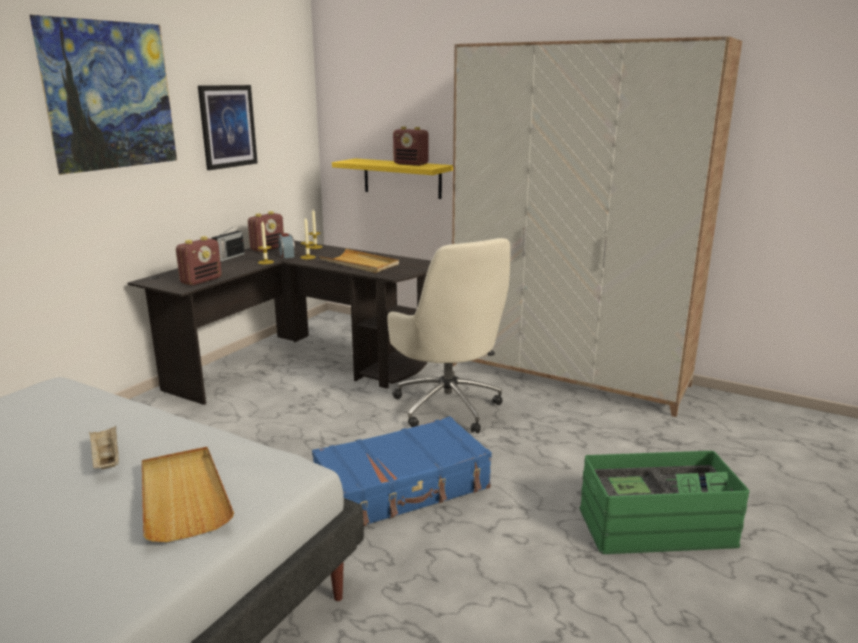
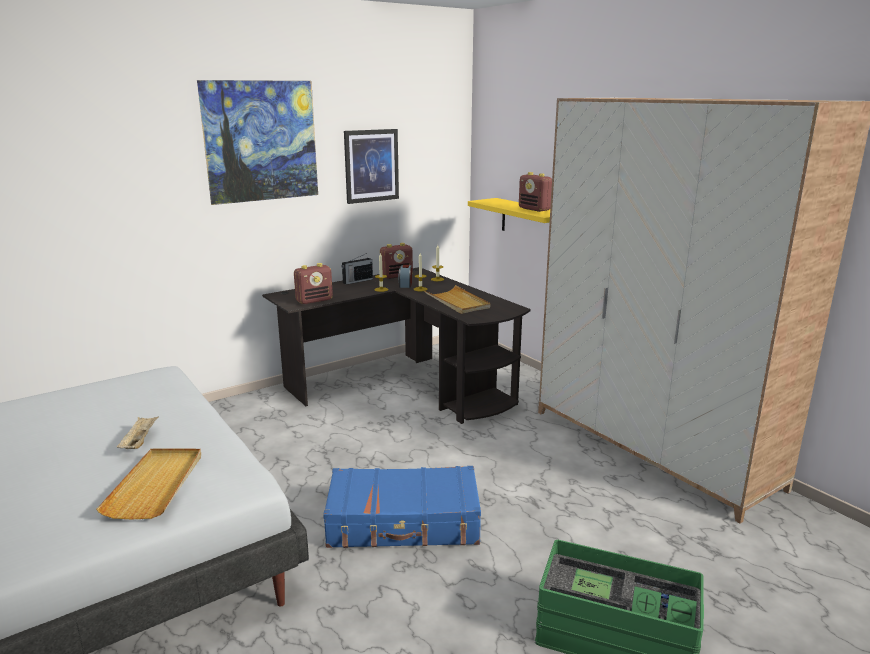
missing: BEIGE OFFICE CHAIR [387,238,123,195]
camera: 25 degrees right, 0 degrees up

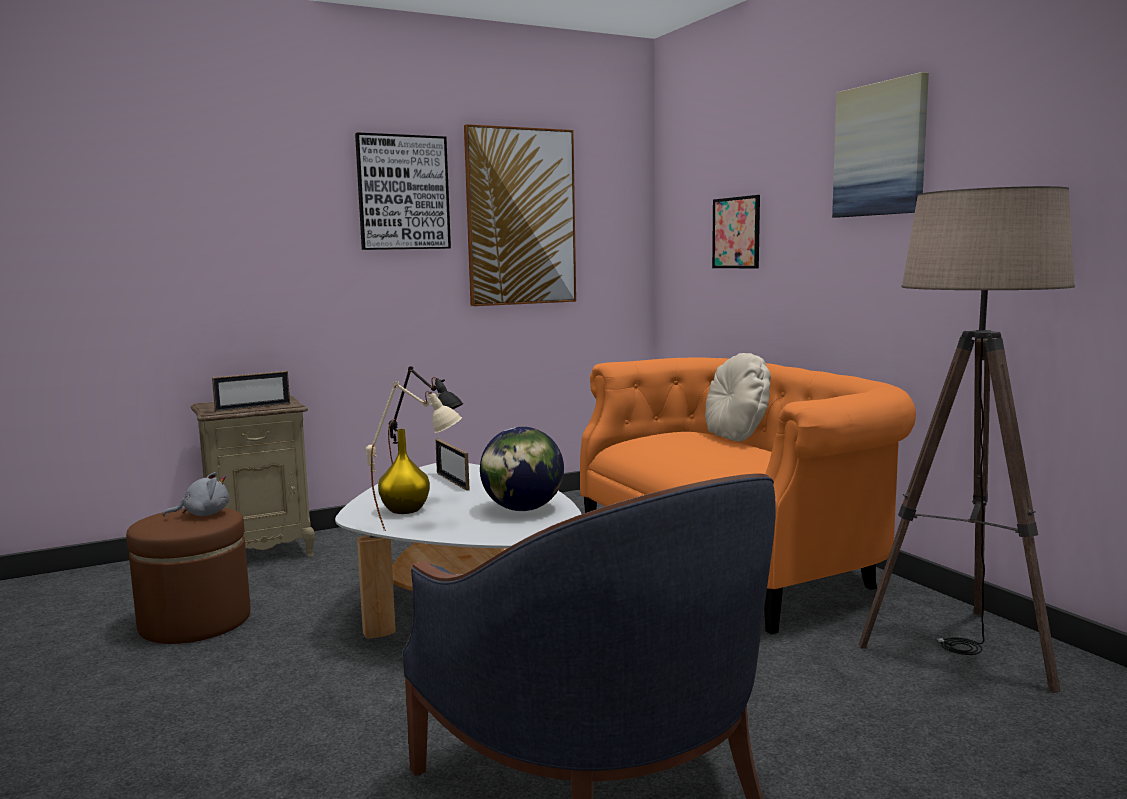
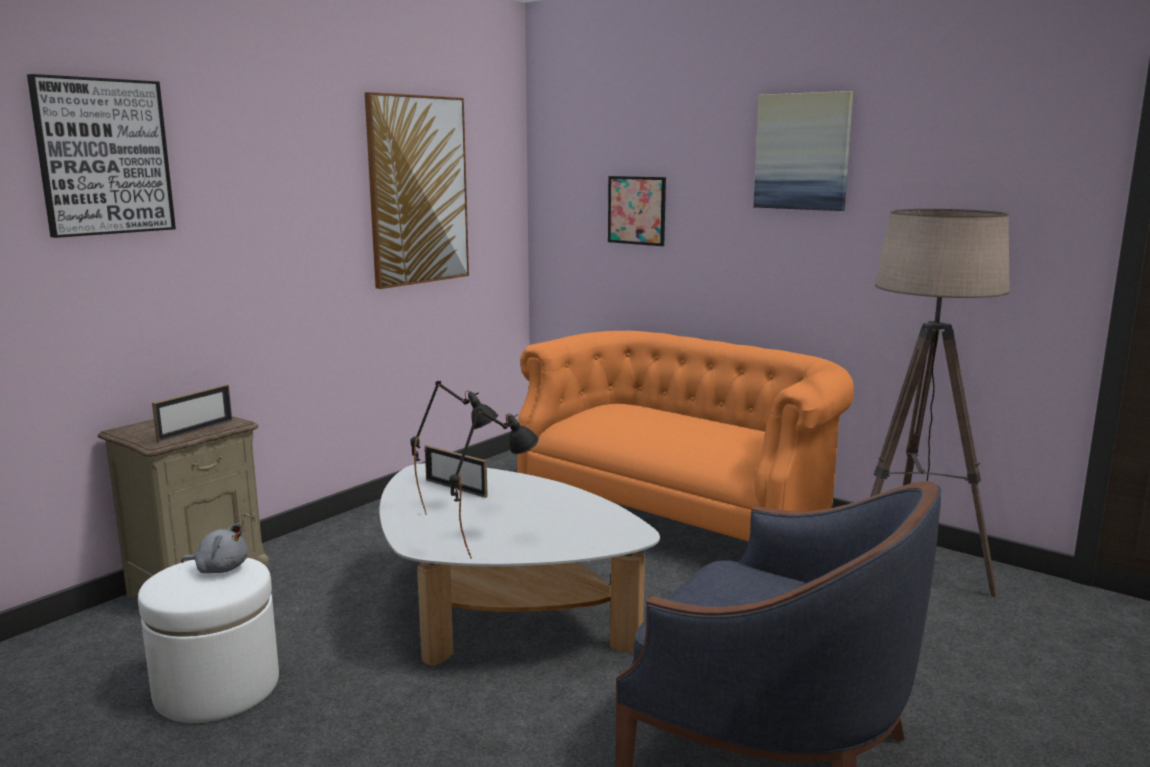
missing: YELLOW VASE [378,429,52,85]; GLOBE [480,427,84,84]; BEIGE PILLOW [705,353,66,89]
relocated: PICTURE [355,132,96,118] to [27,74,149,164]
colour: BROWN OTTOMAN [126,508,125,136] to WHITE OTTOMAN [138,558,141,165]; BEIGE TABLE LAMP [366,381,96,150] to BLACK TABLE LAMP [449,407,90,152]
spun: GREY PLUSH TOY [163,472,66,45] = [181,523,67,50] 60 degrees clockwise
camera: 25 degrees left, 5 degrees up

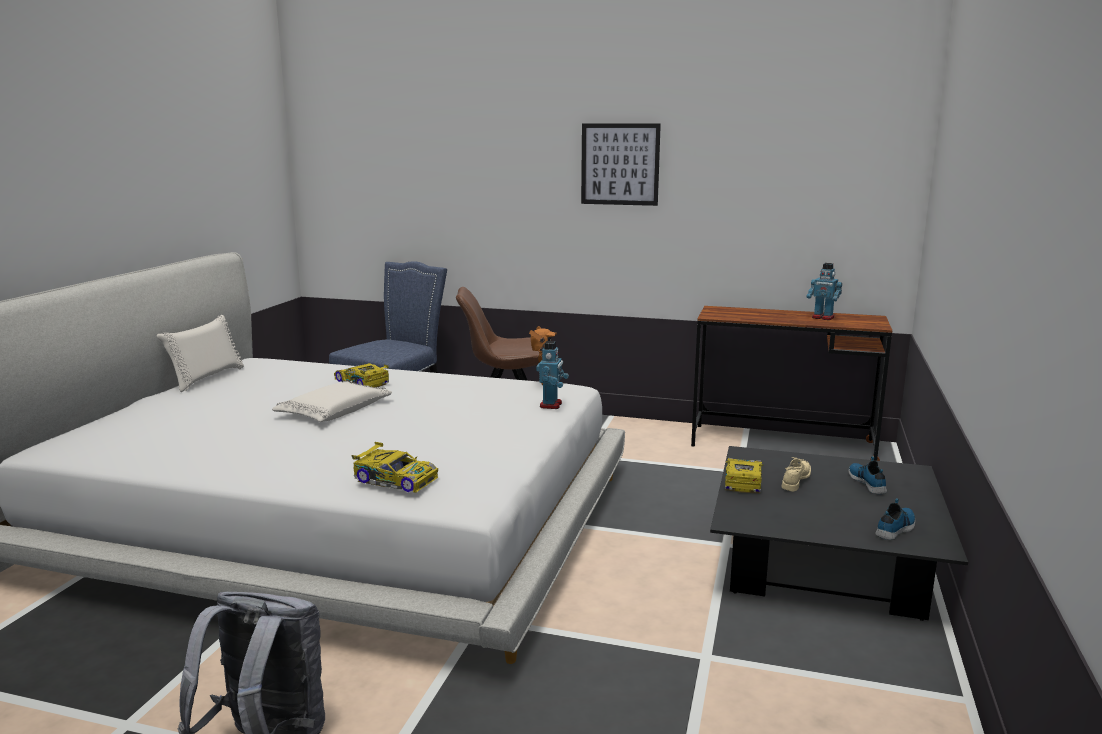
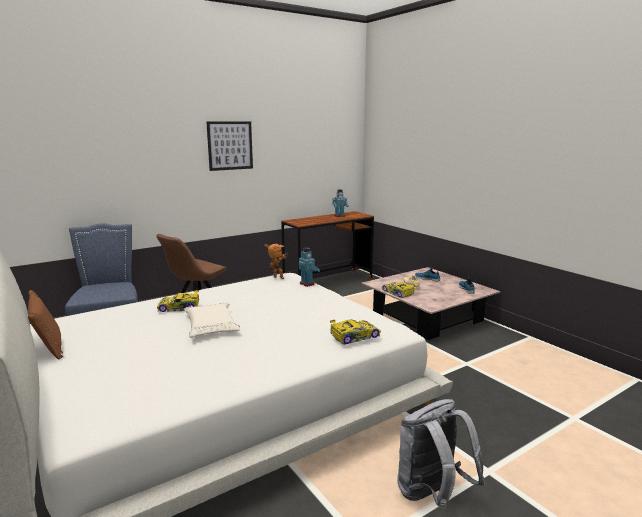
colour: WHITE PILLOW [157,315,87,77] to BROWN PILLOW [28,290,35,70]; BLACK COFFEE TABLE [710,446,258,175] to PINK COFFEE TABLE [362,267,138,73]
camera: 50 degrees left, 0 degrees up

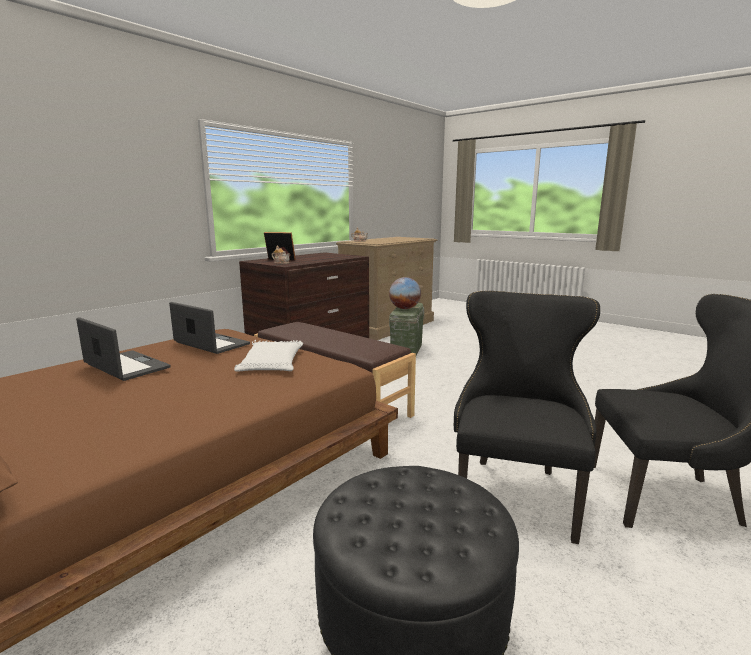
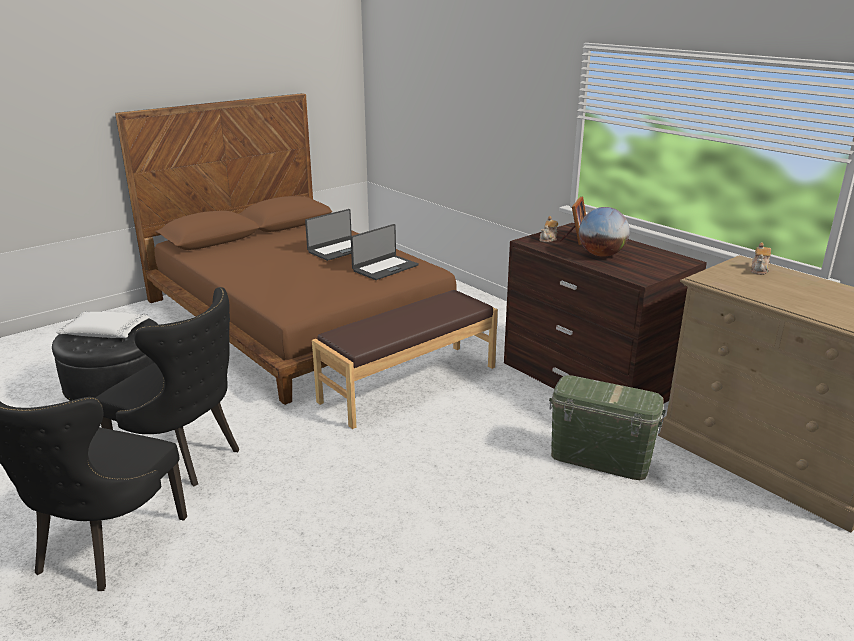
relocated: WHITE PILLOW [234,340,69,31] to [56,311,94,27]; GLOBE [389,277,32,32] to [579,207,51,50]
camera: 100 degrees right, 10 degrees up

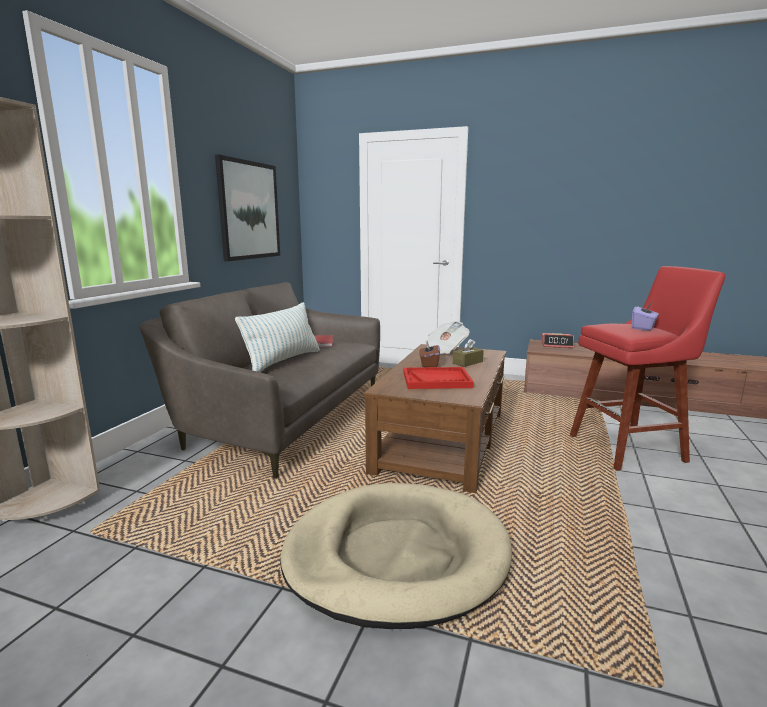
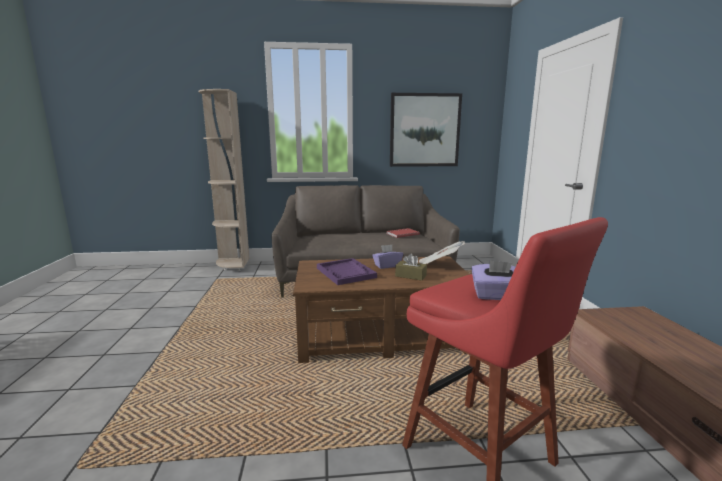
missing: PILLOW [235,302,85,70]; BEIGE DOG BED [280,483,232,146]; ALARM CLOCK [541,333,33,15]
colour: RED TRAY [404,367,70,22] to PURPLE TRAY [317,258,60,27]; BROWN TISSUE BOX [419,341,21,26] to PURPLE TISSUE BOX [372,245,31,24]
camera: 65 degrees right, 0 degrees up

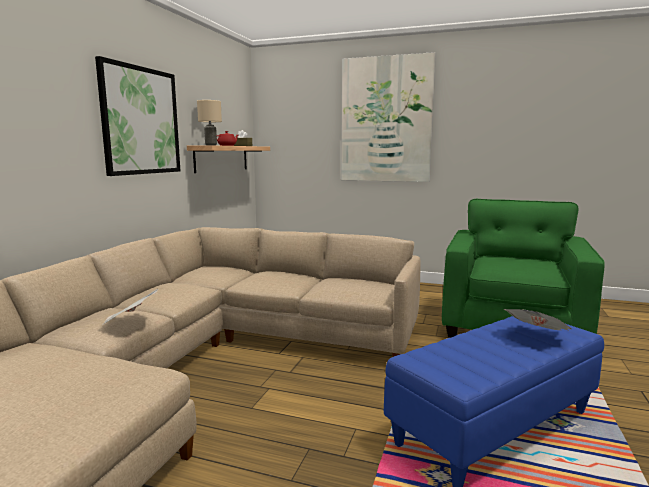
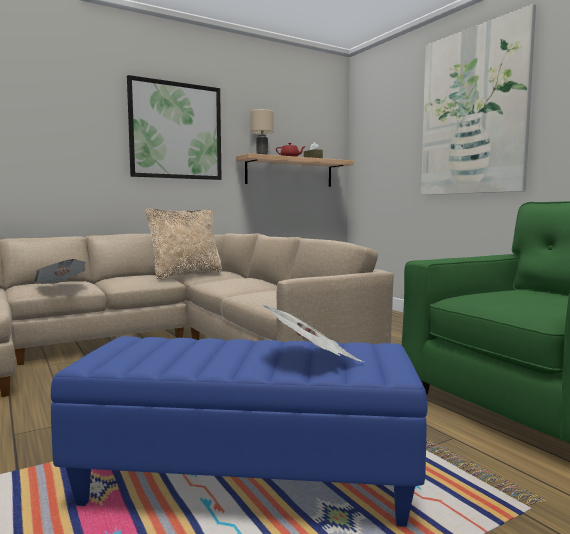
appeared: BEIGE PILLOW [145,208,77,72]
camera: 40 degrees right, 5 degrees down

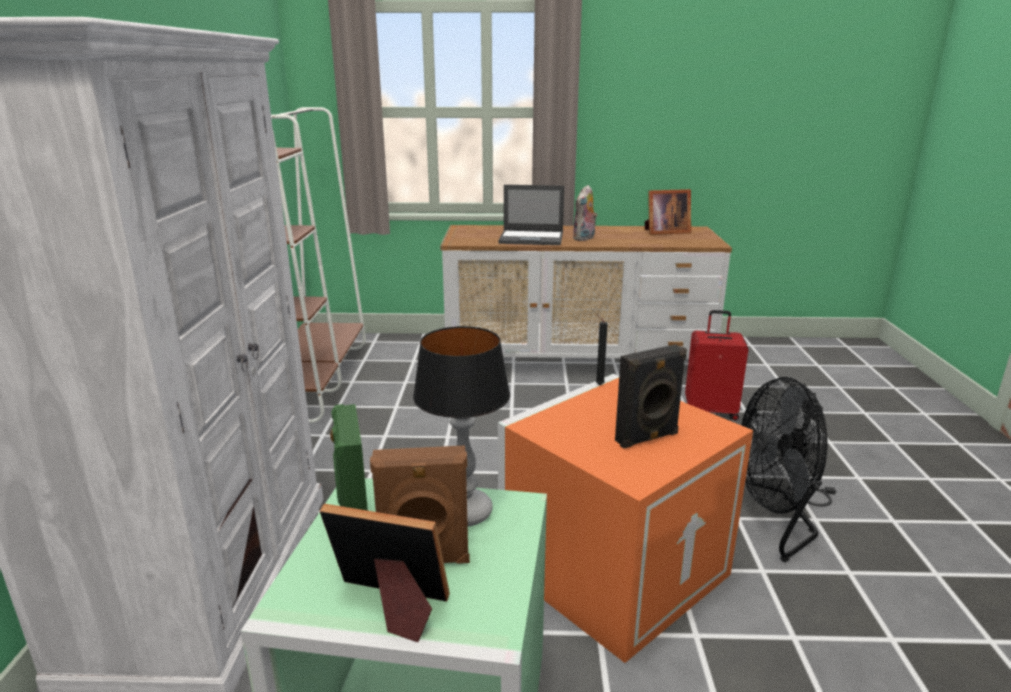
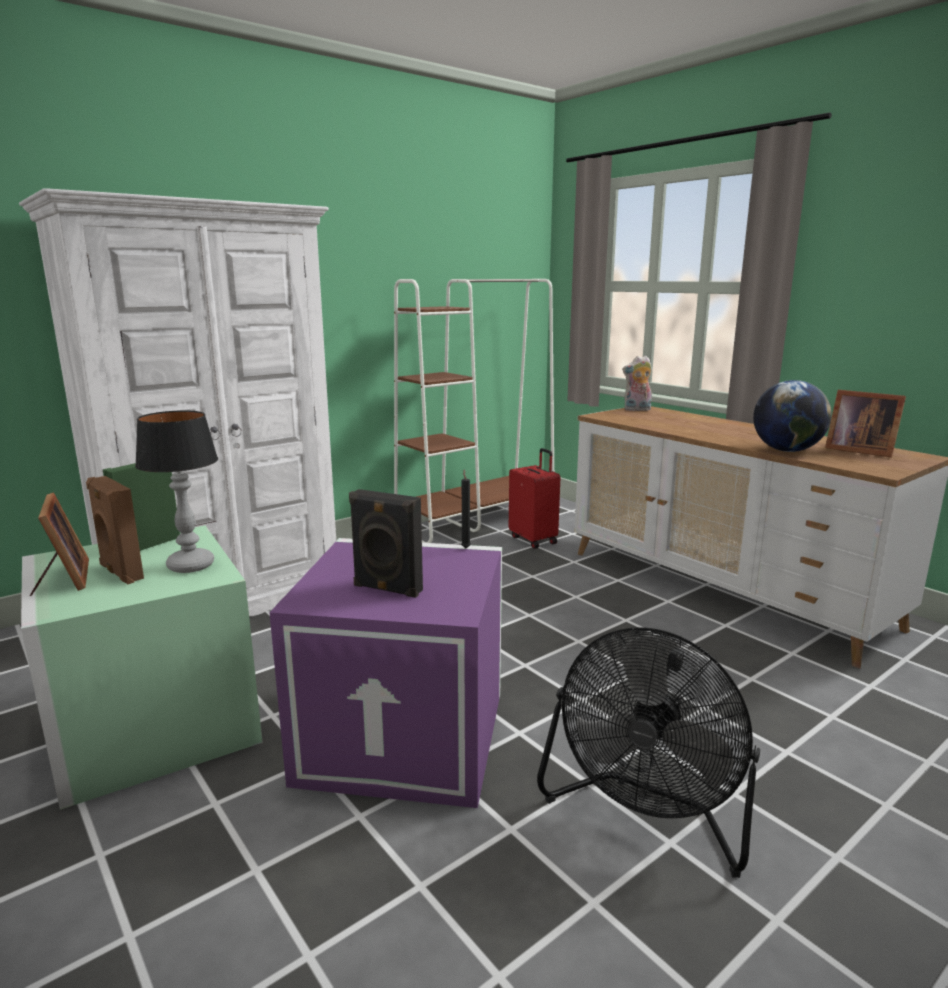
missing: LAPTOP [498,185,66,60]
appeared: GLOBE [753,380,79,72]
relocated: PLUSH TOY [573,185,25,56] to [622,355,30,56]; RED SUITCASE [685,310,63,110] to [509,448,51,101]
colour: ORANGE STORAGE BOX [498,374,255,289] to PURPLE STORAGE BOX [269,538,233,270]
spun: BLACK FAN [742,377,95,186] = [537,627,223,251] 105 degrees counterclockwise
camera: 50 degrees right, 5 degrees down

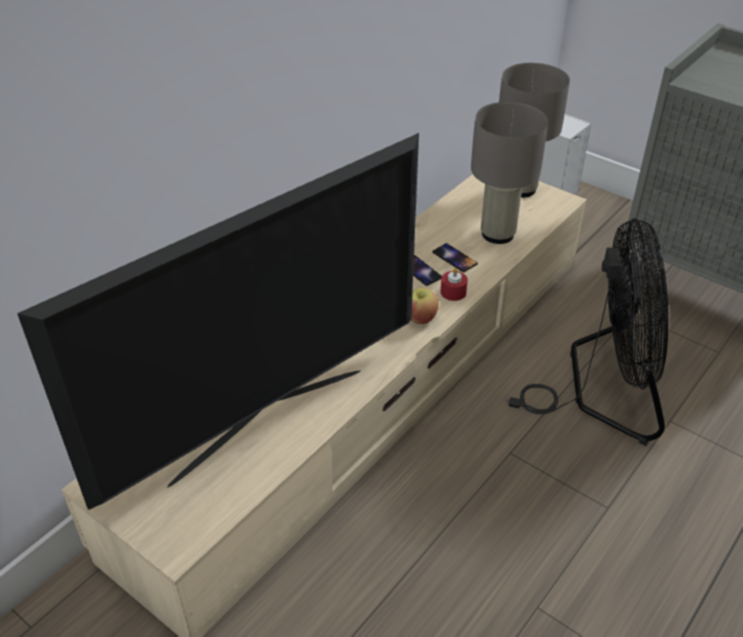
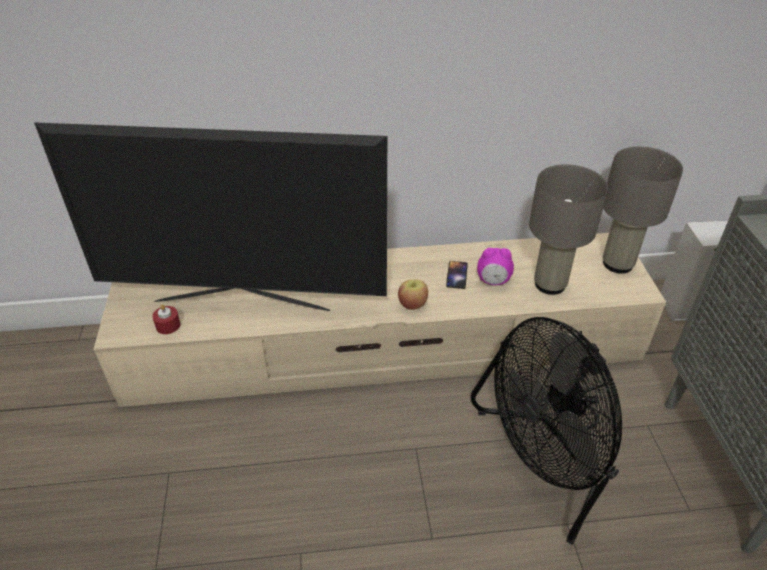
relocated: RED CANDLE [441,268,27,33] to [152,304,29,30]
exchanged: PHONE [432,243,46,29] to ALARM CLOCK [477,248,37,37]
spun: BLACK FAN [505,218,163,228] = [471,317,151,228] 105 degrees clockwise
camera: 45 degrees right, 0 degrees up

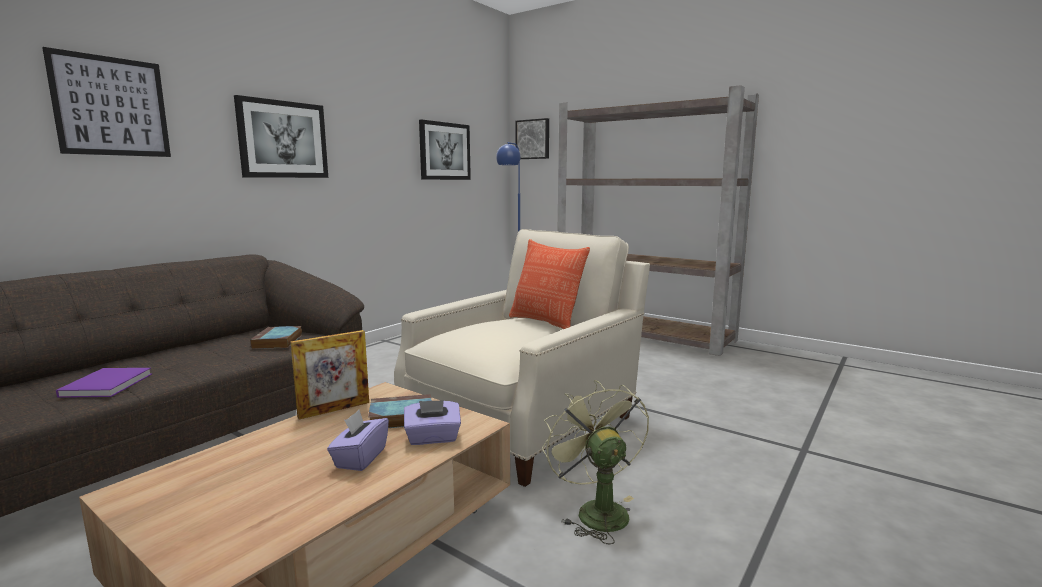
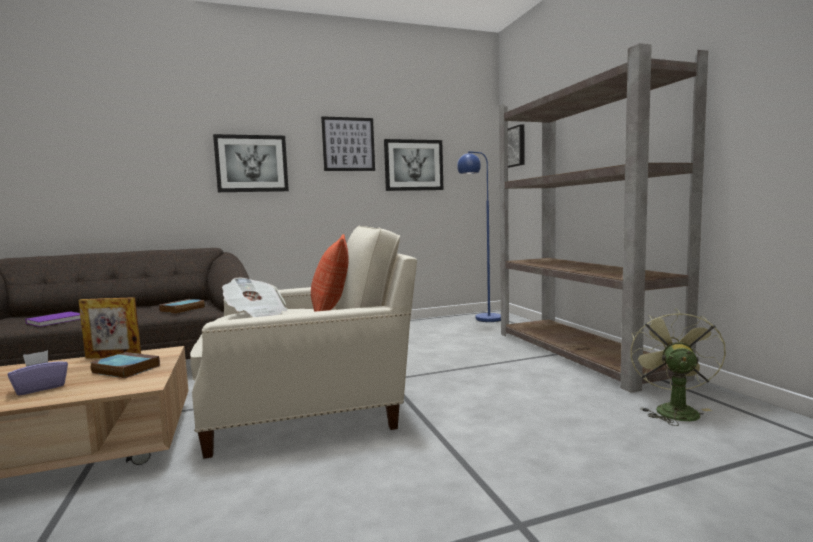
missing: PURPLE TISSUE BOX [404,400,57,45]
appeared: NEWSPAPER [222,278,66,39]
relocated: PICTURE [42,47,129,110] to [321,116,54,55]; GREEN FAN [542,380,107,164] to [630,308,96,118]
camera: 35 degrees right, 5 degrees down

